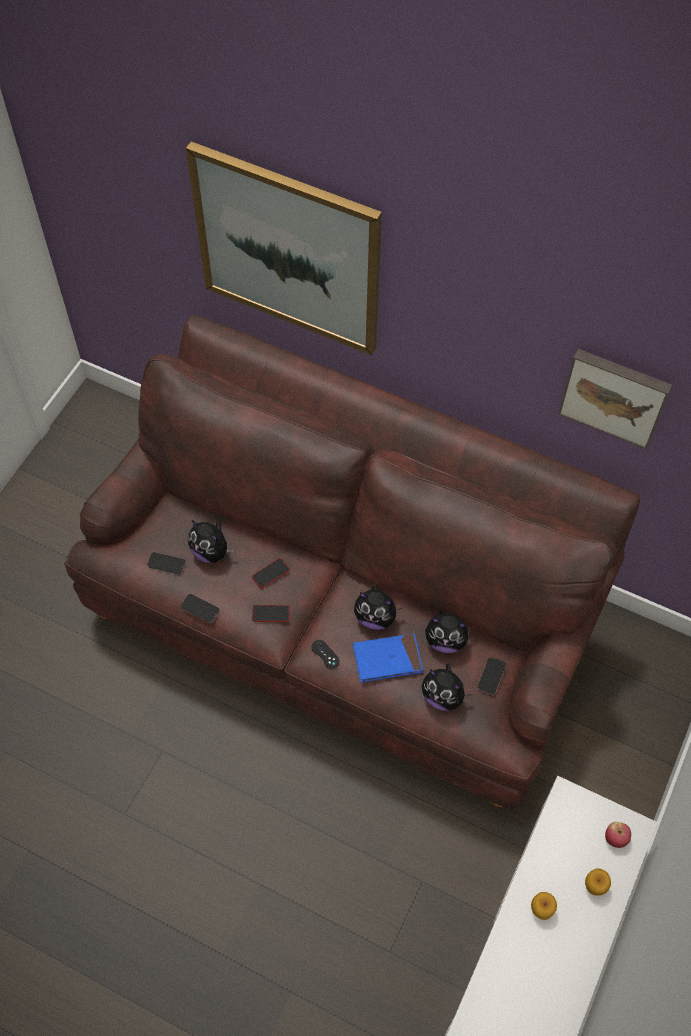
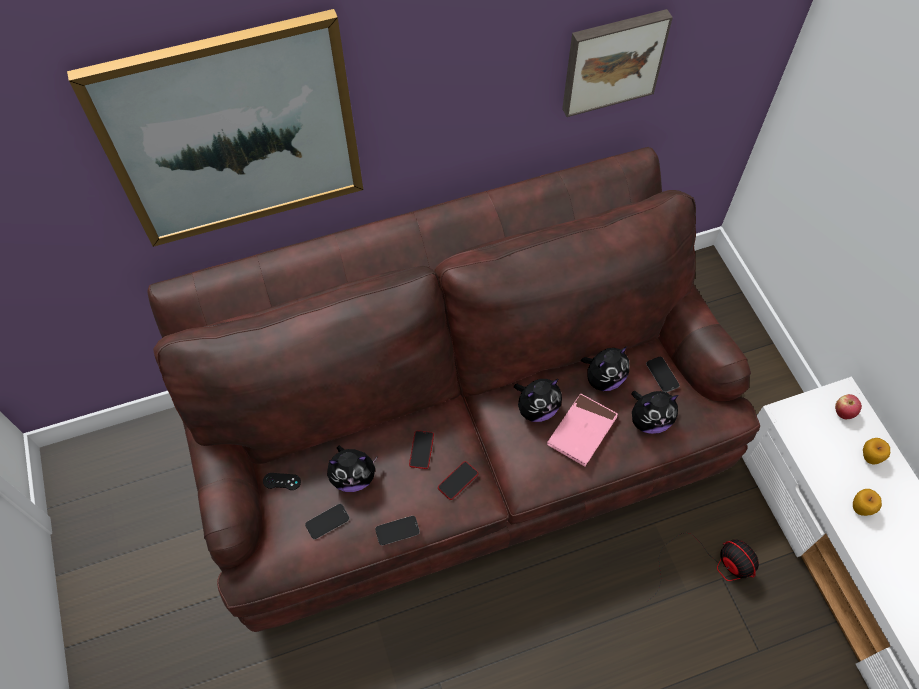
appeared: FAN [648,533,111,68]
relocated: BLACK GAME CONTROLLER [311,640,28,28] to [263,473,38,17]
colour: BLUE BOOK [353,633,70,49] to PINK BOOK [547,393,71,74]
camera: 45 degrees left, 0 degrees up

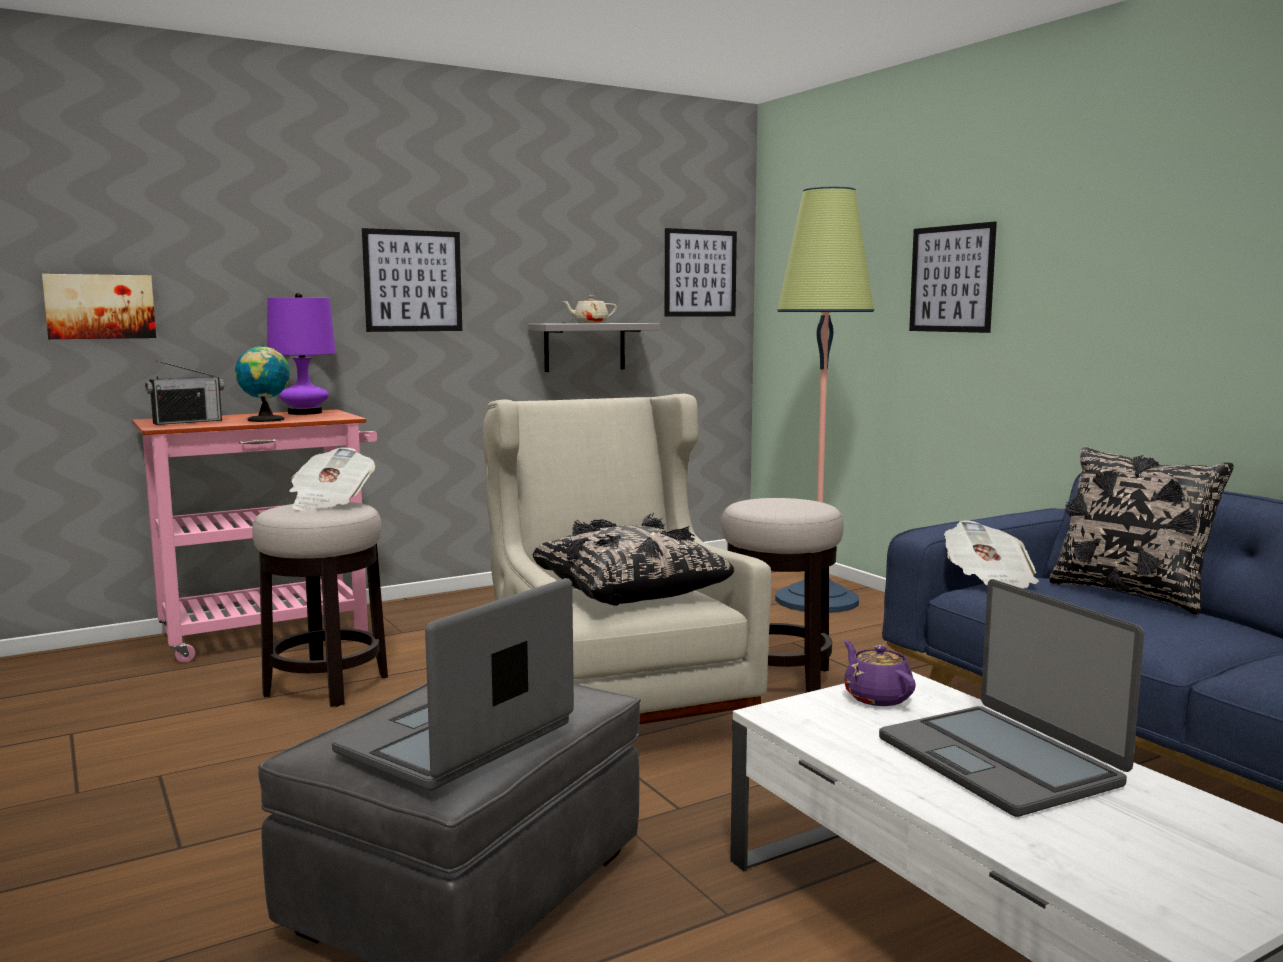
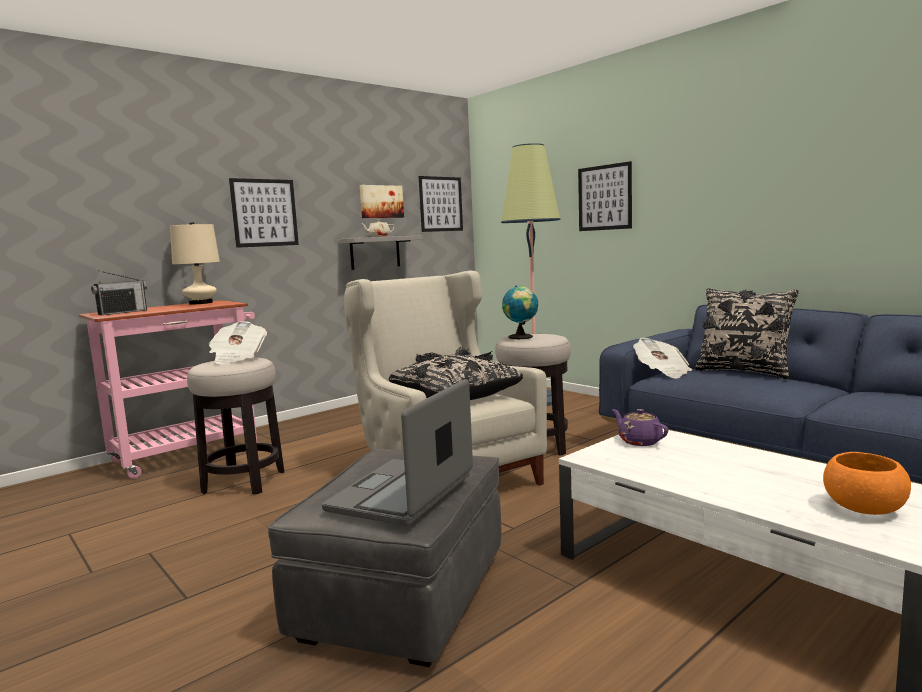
missing: LAPTOP [879,579,265,238]
appeared: ORANGE BOWL [823,452,88,63]
relocated: PICTURE [42,274,114,65] to [360,185,44,33]; GLOBE [235,345,55,77] to [502,286,36,53]
colour: PURPLE TABLE LAMP [267,293,69,122] to BEIGE TABLE LAMP [170,222,50,82]
camera: 10 degrees left, 0 degrees up

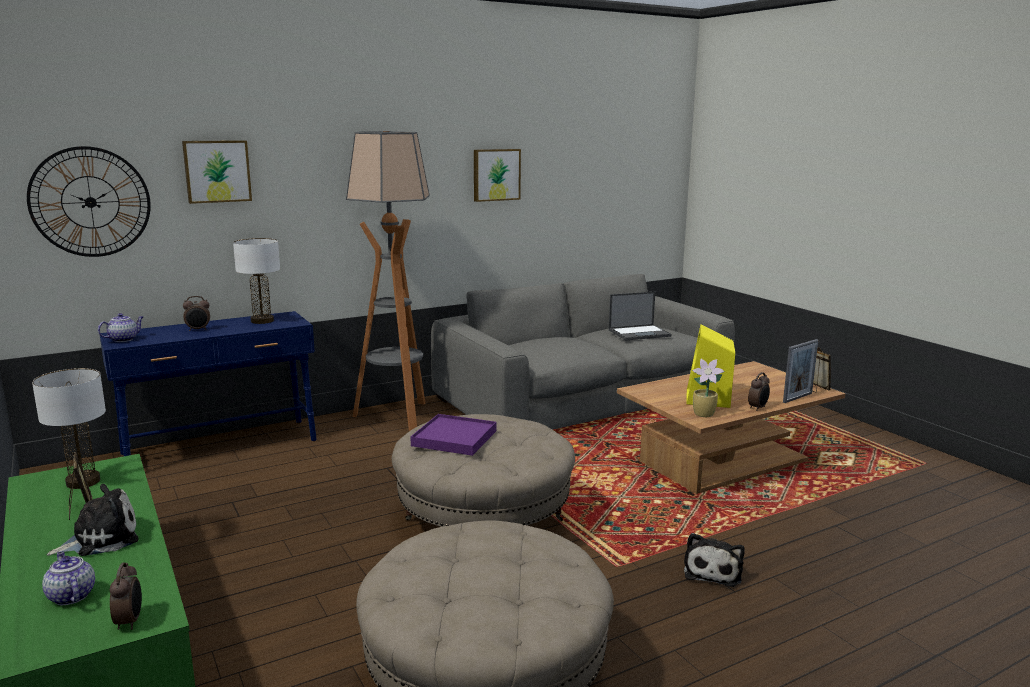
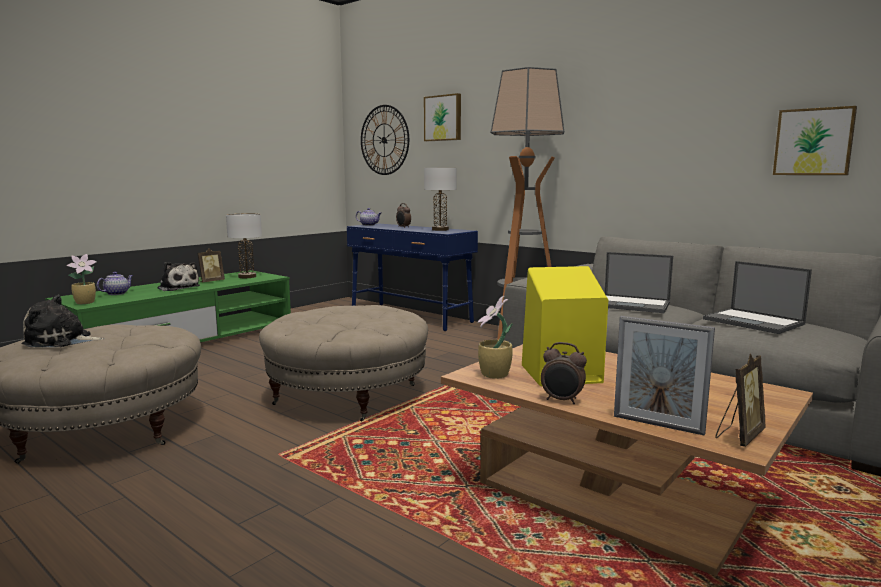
missing: PURPLE TRAY [411,414,86,42]
appeared: LAPTOP [605,252,68,61]
relocated: PICTURE [474,149,47,53] to [773,106,84,69]; PLUSH TOY [684,533,61,54] to [21,294,84,53]
exchanged: ALARM CLOCK [110,562,32,68] to POTTED PLANT [67,254,29,50]
camera: 70 degrees right, 5 degrees down

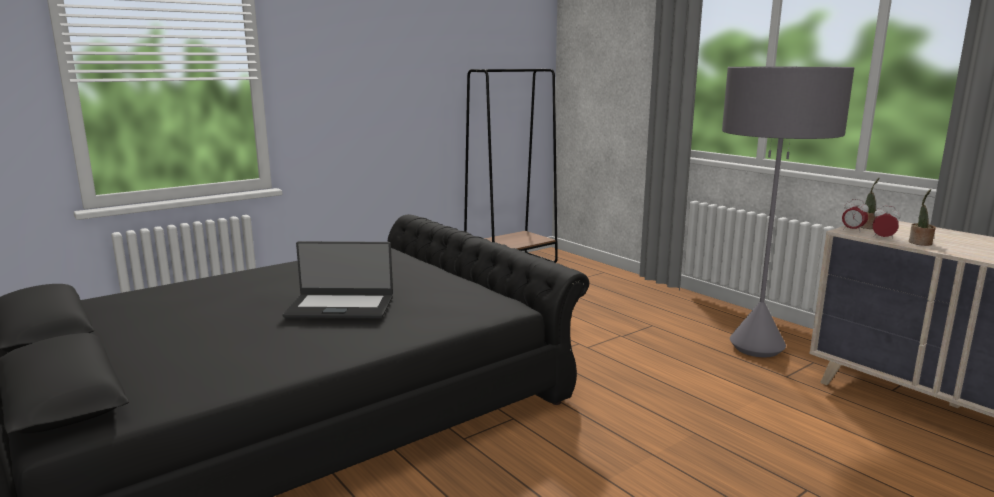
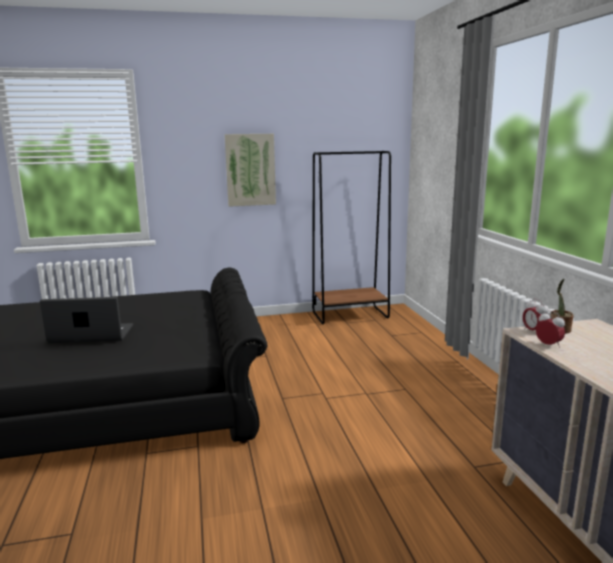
missing: GREY FLOOR LAMP [722,67,132,290]; POTTED PLANT [909,189,27,57]
appeared: PICTURE [225,134,51,73]
spun: LAPTOP [283,241,110,78] = [40,297,93,46] 150 degrees clockwise
camera: 25 degrees right, 0 degrees up

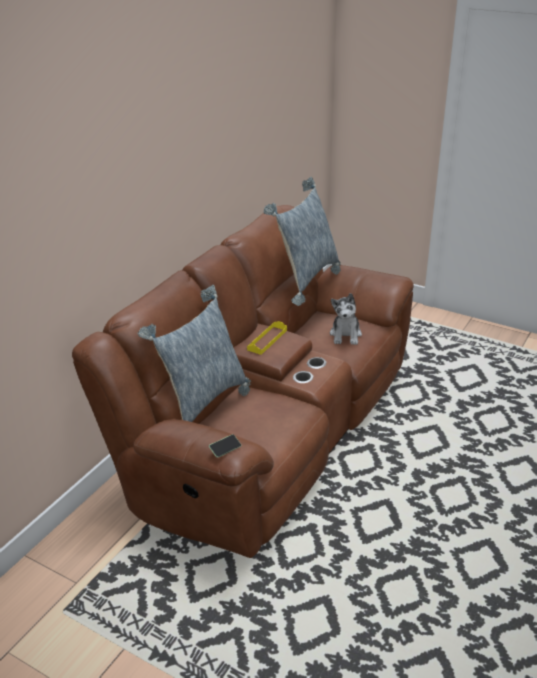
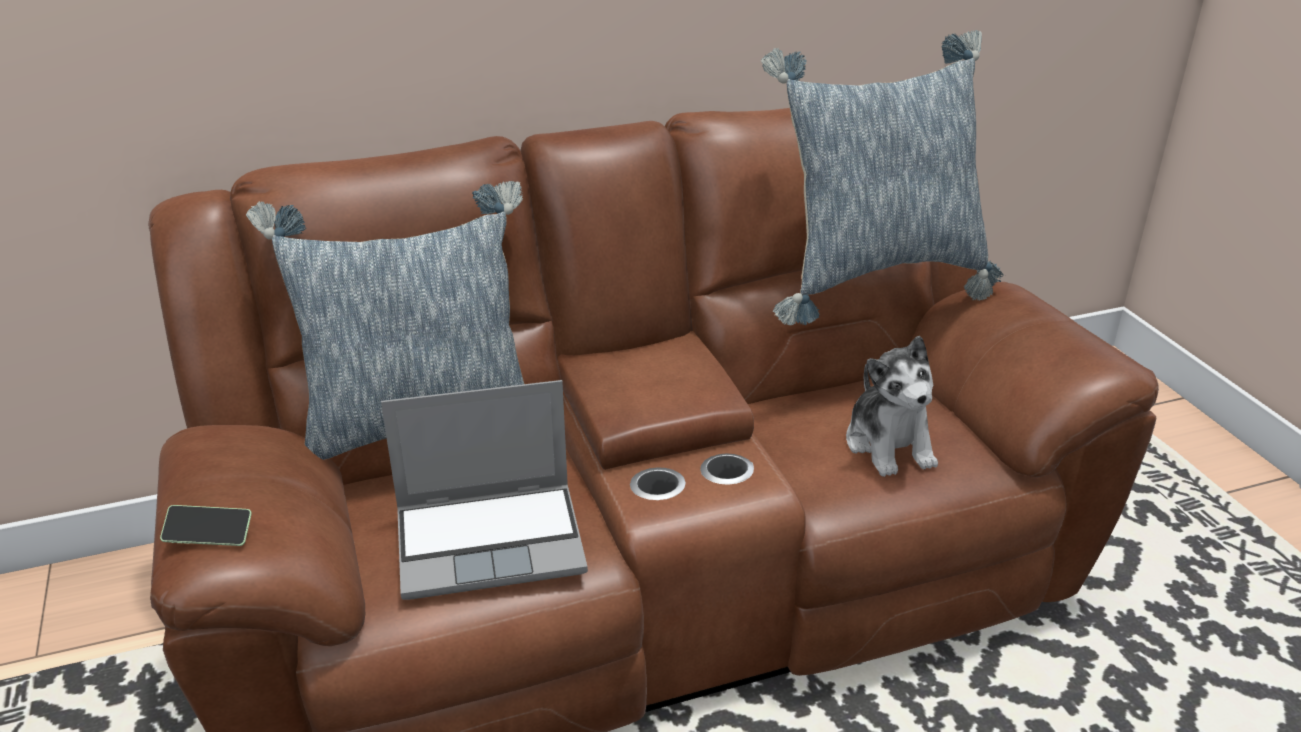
missing: YELLOW TRAY [247,321,40,34]
appeared: LAPTOP [381,380,207,220]
spun: PLUSH TOY [330,293,32,52] = [846,336,92,141] 60 degrees counterclockwise
camera: 40 degrees right, 0 degrees up

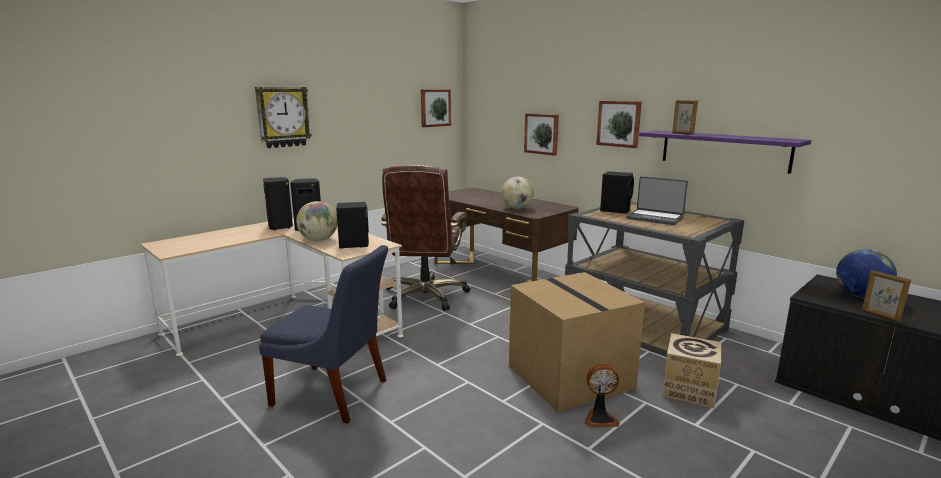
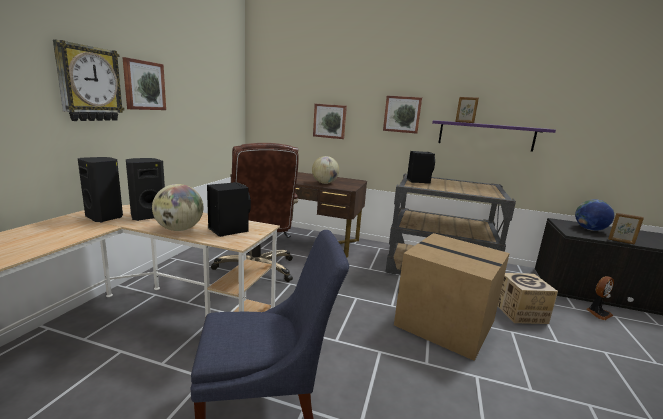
missing: LAPTOP [626,176,62,49]
relocated: PICTURE [421,89,30,38] to [122,57,44,53]; FAN [585,363,35,65] to [587,276,27,44]
camera: 30 degrees left, 0 degrees up

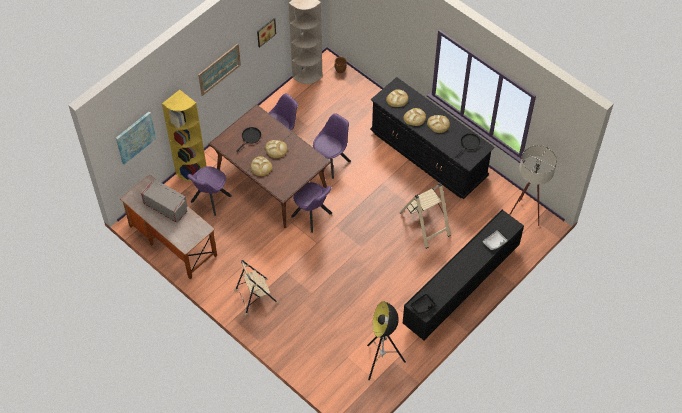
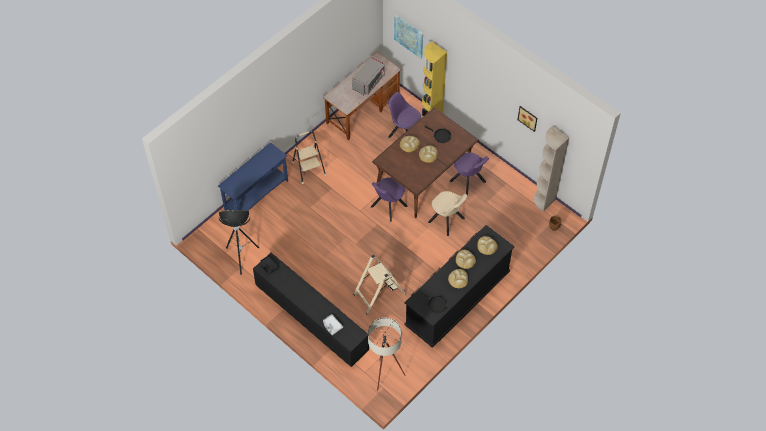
missing: PICTURE [198,43,43,53]
appeared: BLUE CONSOLE TABLE [218,142,70,69]
colour: PURPLE CHAIR [313,113,38,66] to BEIGE CHAIR [428,191,40,45]
camera: 90 degrees right, 0 degrees up

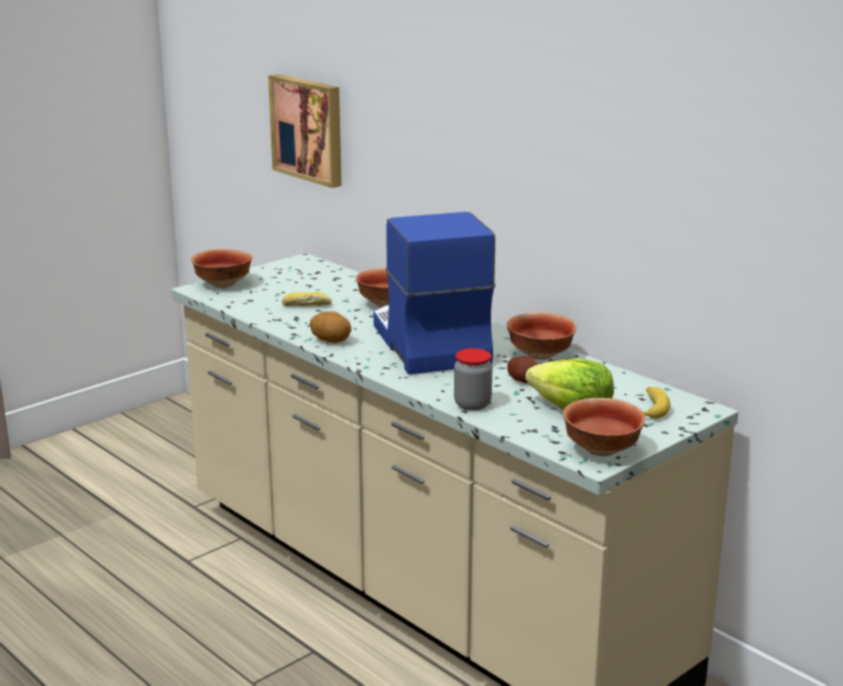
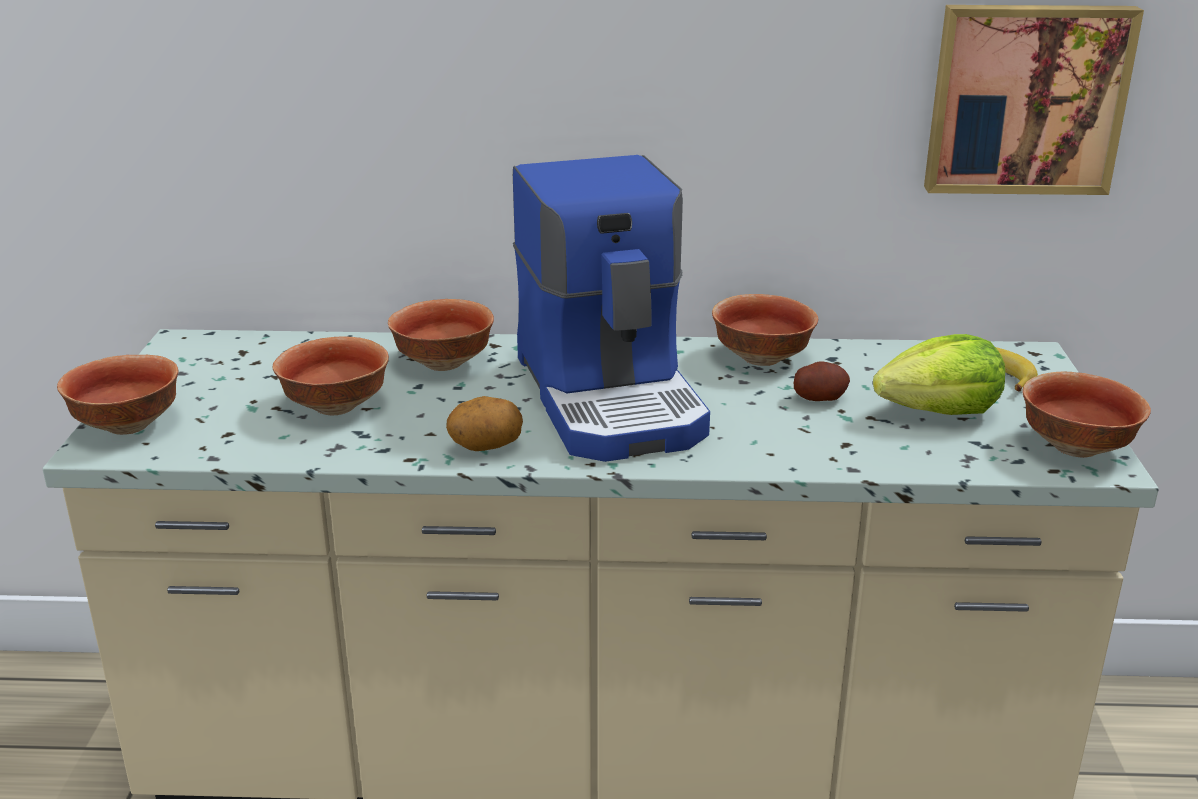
missing: JAR [454,348,38,63]
relocated: PICTURE [268,74,74,114] to [924,5,220,190]
exchanged: BREAD [282,292,50,14] to BOWL [273,336,116,80]
spun: COFFEE MACHINE [373,212,122,162] = [513,155,197,307] 135 degrees counterclockwise
camera: 45 degrees left, 5 degrees up

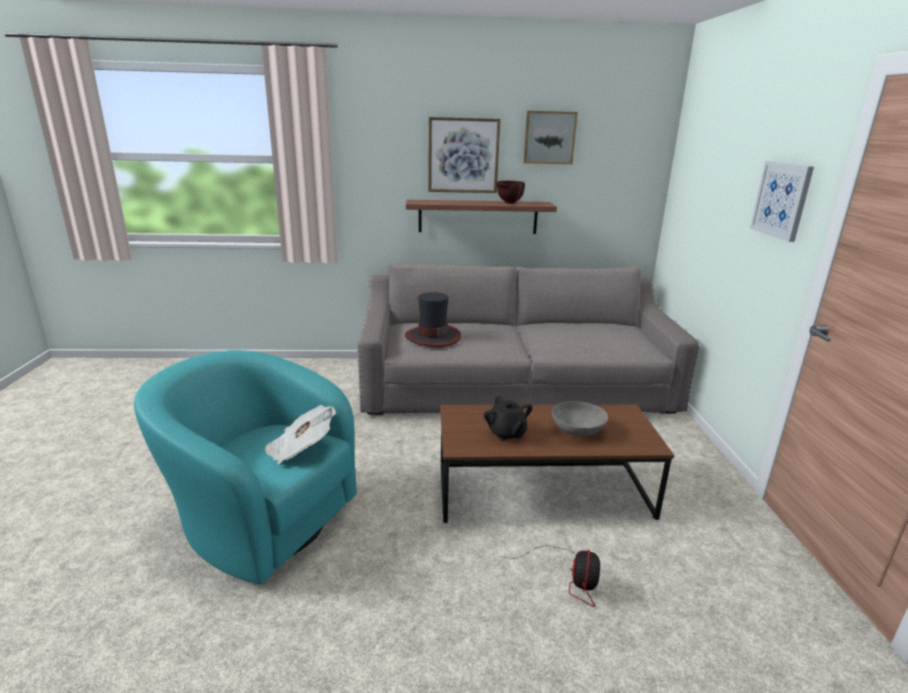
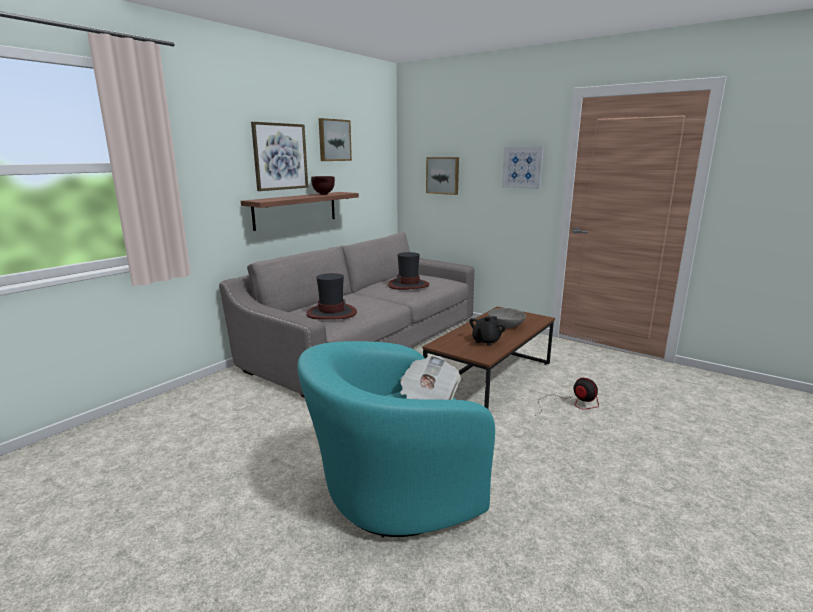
appeared: HAT [388,252,41,38]; PICTURE [426,157,33,38]
spun: BLACK TEAPOT [484,396,49,45] = [469,316,37,30] 105 degrees clockwise
camera: 50 degrees left, 5 degrees down

